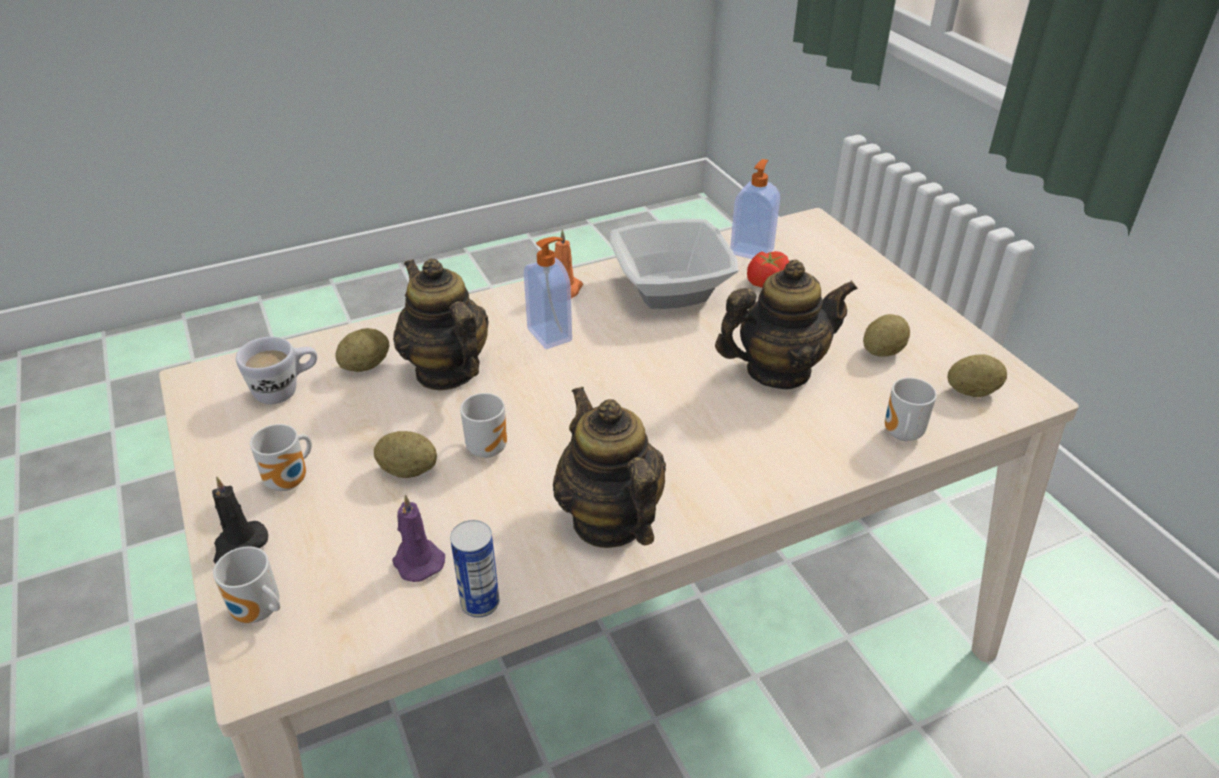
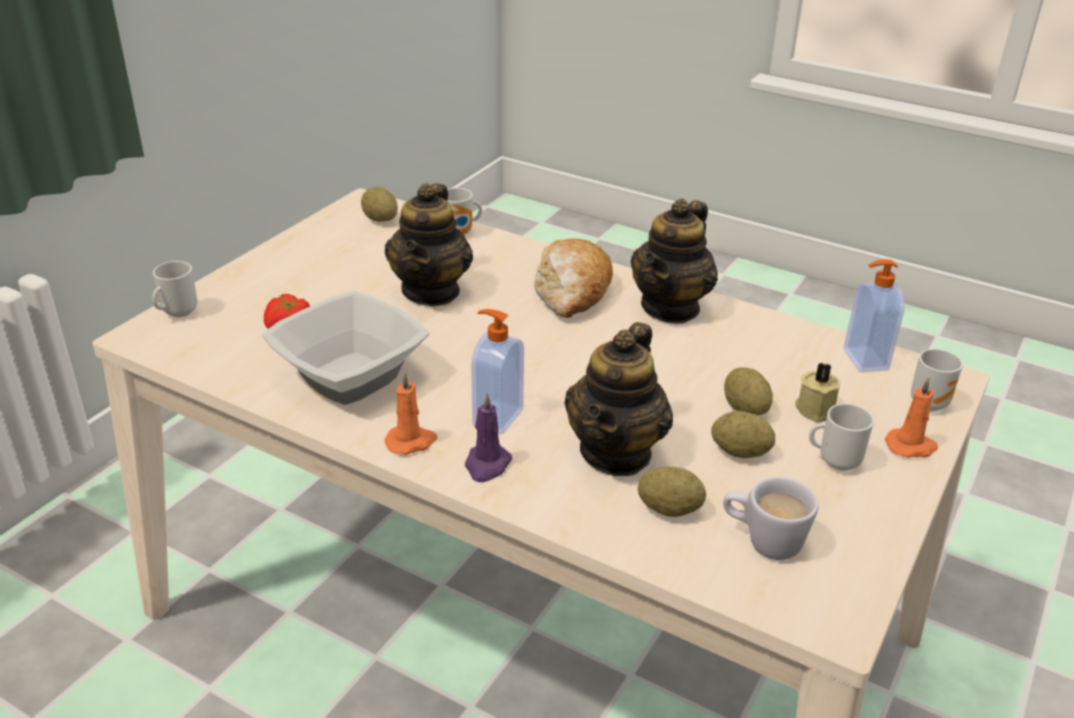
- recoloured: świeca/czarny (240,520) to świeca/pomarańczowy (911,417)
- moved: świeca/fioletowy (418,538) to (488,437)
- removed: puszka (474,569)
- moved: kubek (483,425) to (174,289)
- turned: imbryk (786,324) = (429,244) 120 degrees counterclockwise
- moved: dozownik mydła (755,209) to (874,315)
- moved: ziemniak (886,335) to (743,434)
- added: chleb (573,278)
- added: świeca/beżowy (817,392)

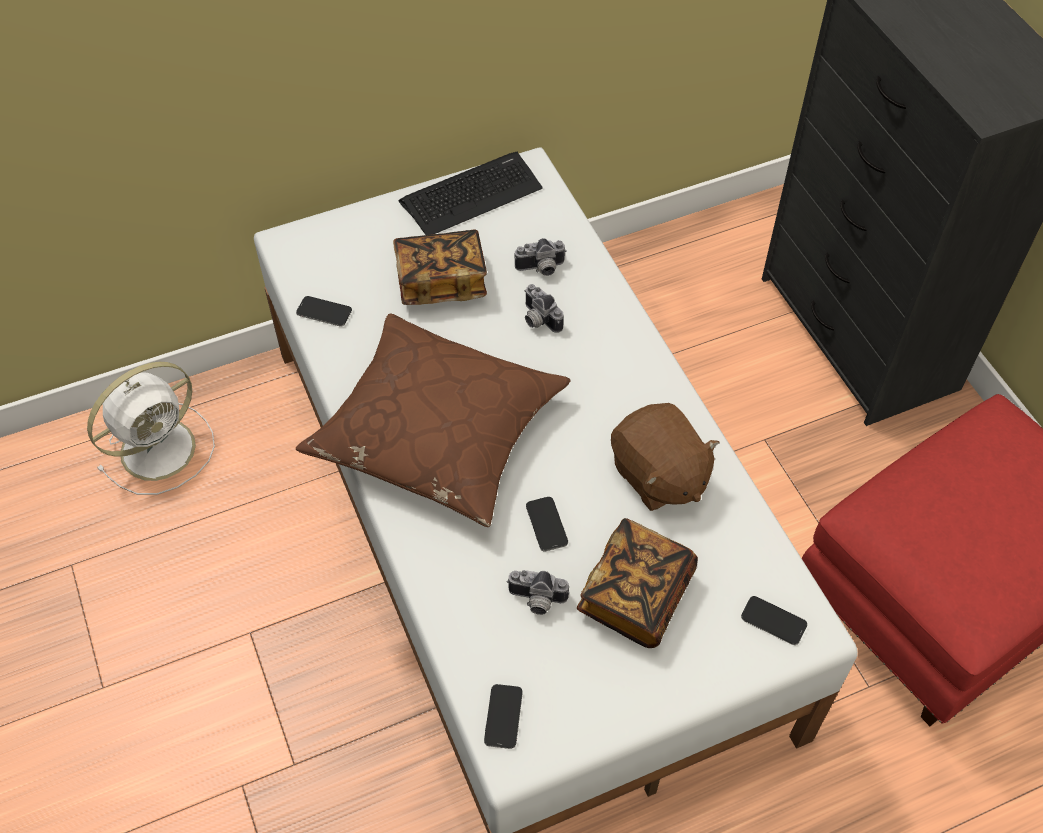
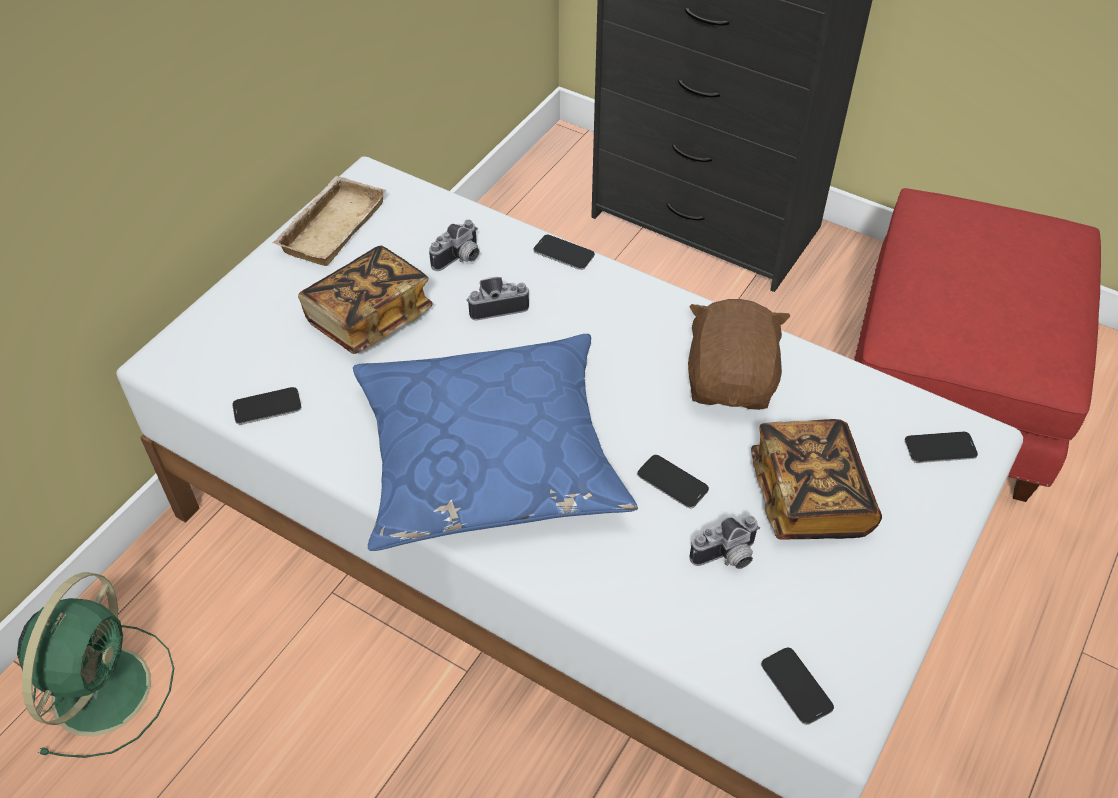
- recoloured: wentylator/biały (151,428) to wentylator/zielony (95,665)
- recoloured: poduszka/brązowy (433,420) to poduszka/niebieski (495,442)
- replaced: klawiatura (471,193) to taca/beżowy (330,221)
- turned: aparat fotograficzny (544,308) = (497,299) 150 degrees clockwise
- turned: pluszak/brązowy (665,457) = (739,354) 105 degrees counterclockwise
- added: telefon (564,252)

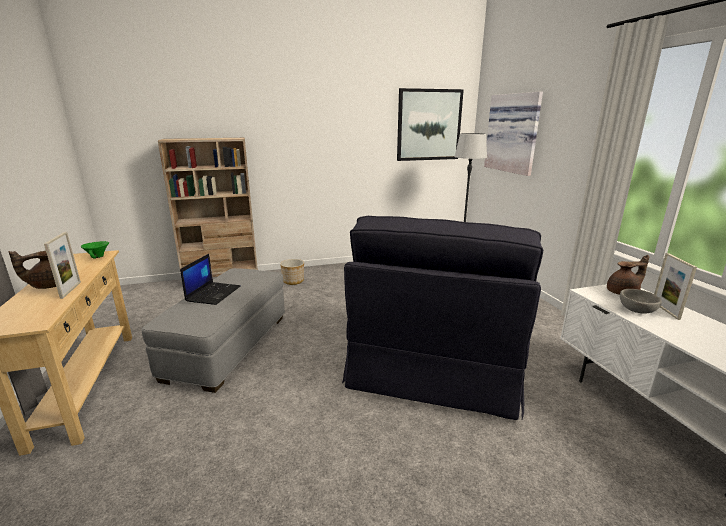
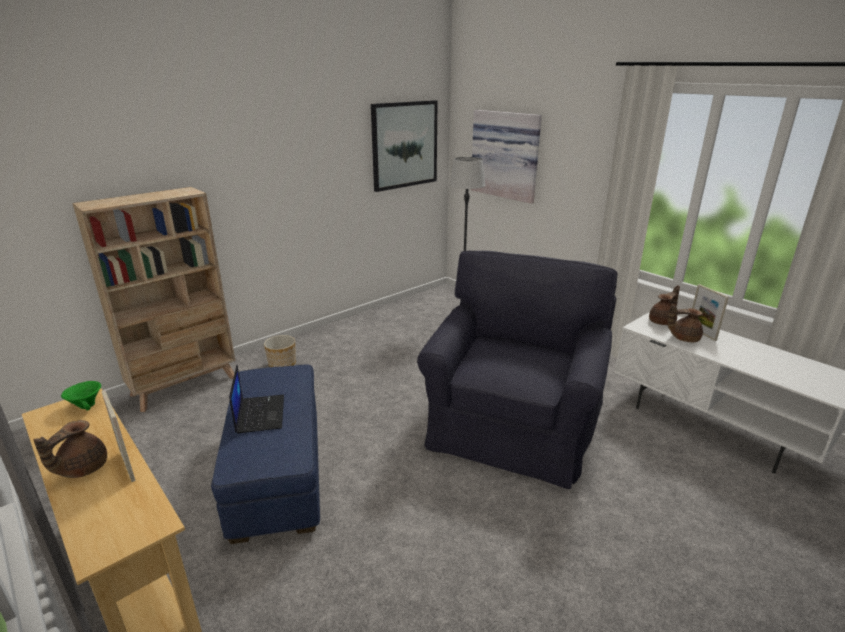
- recoloured: pufa/szary (213,330) to pufa/niebieski (265,454)
- turned: fotel/czarny (443,318) = (517,370) 150 degrees counterclockwise
- replaced: miska/szary (641,301) to imbryk/brązowy (685,323)

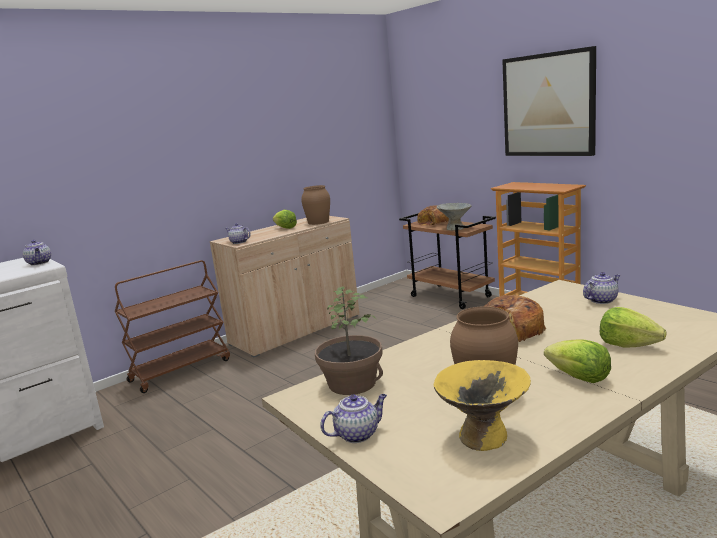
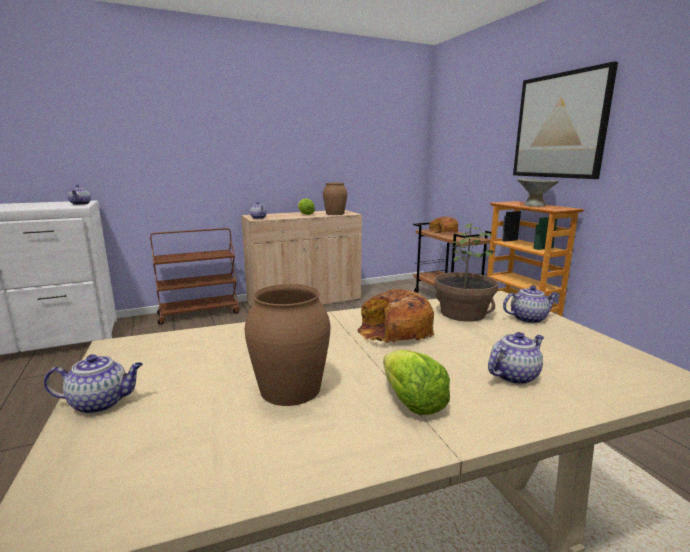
- moved: roślina doniczkowa (349,340) to (467,272)
- removed: miska/żółty (482,405)
- moved: miska/szary (454,216) to (538,192)
- replaced: sałata (633,327) to imbryk (516,358)

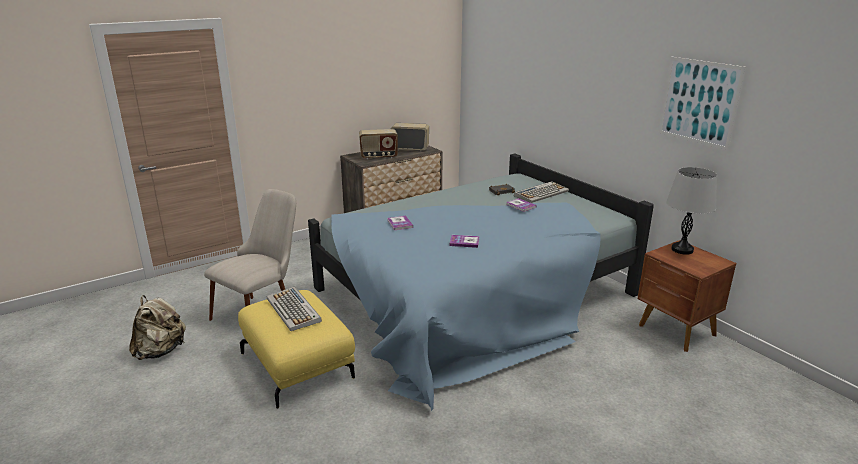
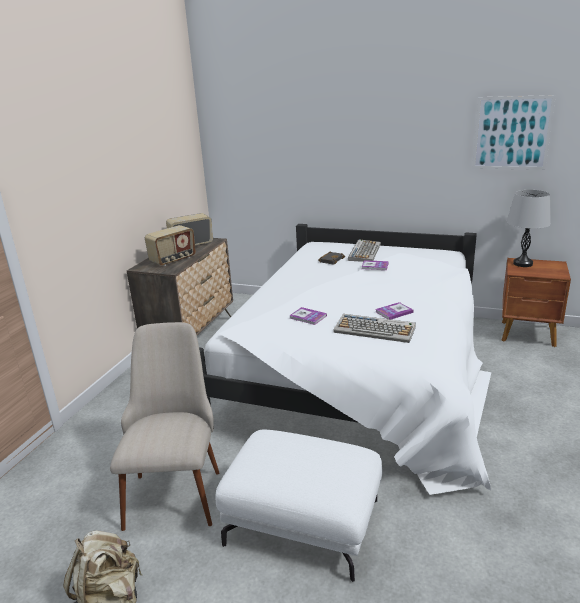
- recoloured: pufa/żółty (296,349) to pufa/biały (298,506)
- moved: klawiatura (294,309) to (375,328)
- recoloured: łóżko/niebieski (481,282) to łóżko/biały (345,359)

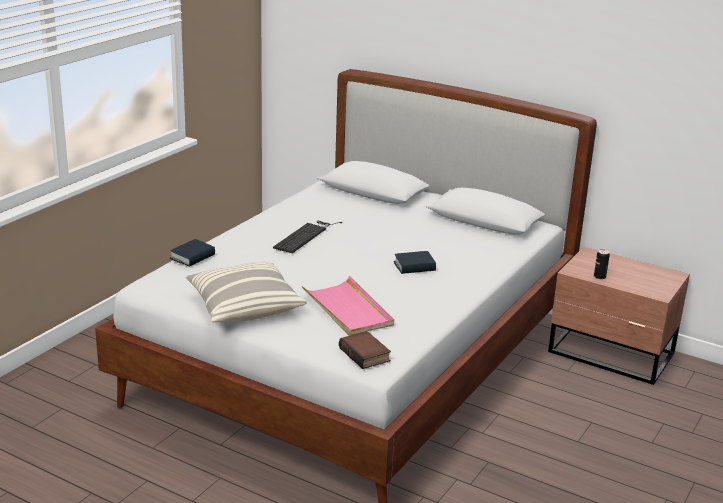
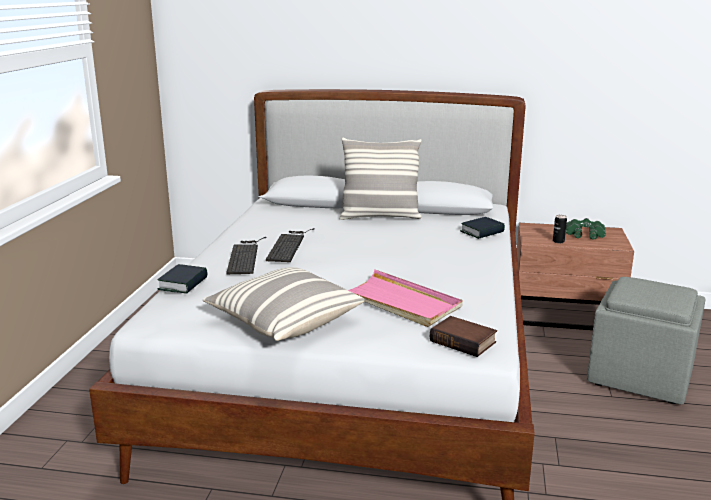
- moved: książka (415,262) to (482,228)
- added: klawiatura (247,255)
- added: poduszka (380,179)
- added: lornetka/zielony (586,229)
- added: pufa/szary (646,340)

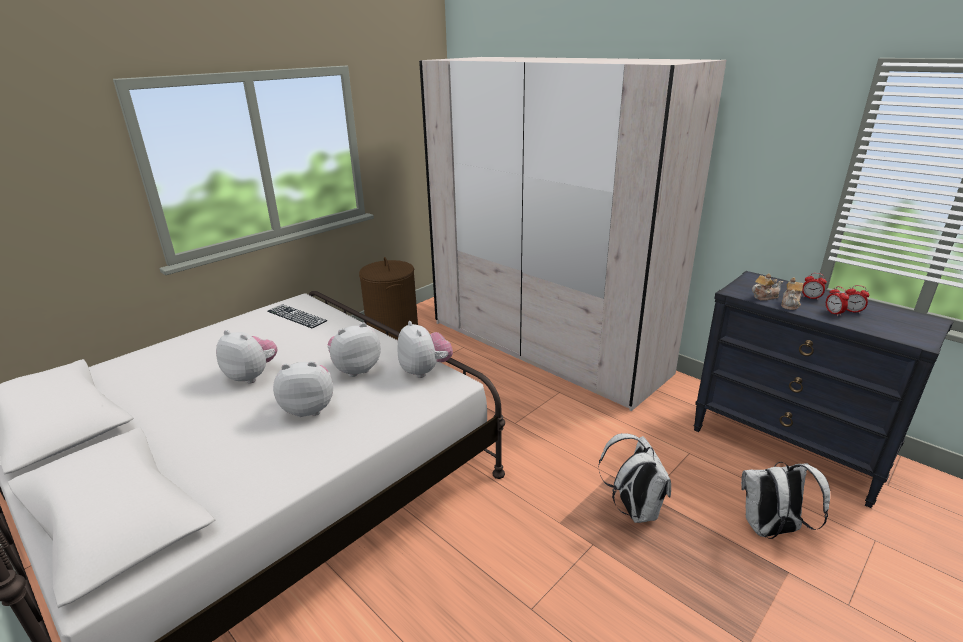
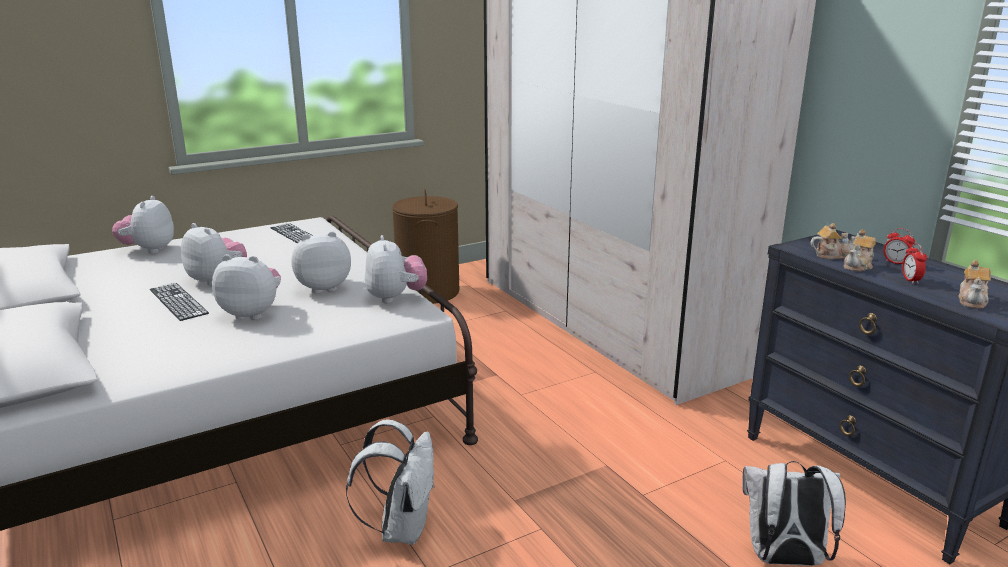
- moved: plecak/biały (634,478) to (390,482)
- removed: budzik (858,299)
- added: pluszak (143,225)
- added: klawiatura (179,302)
- added: imbryk (974,284)

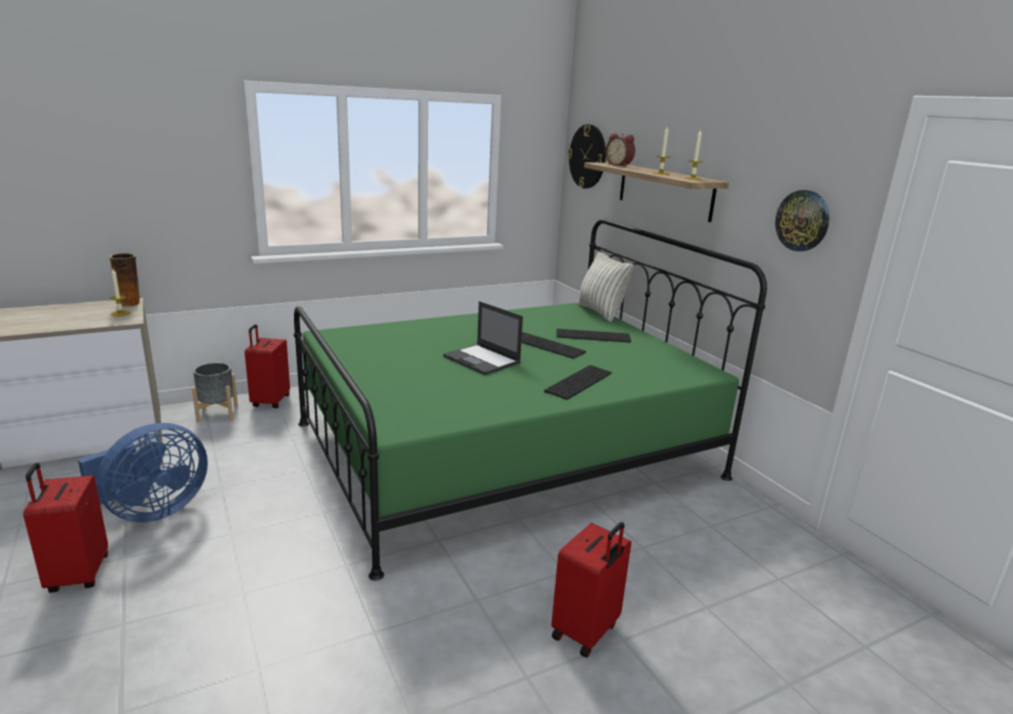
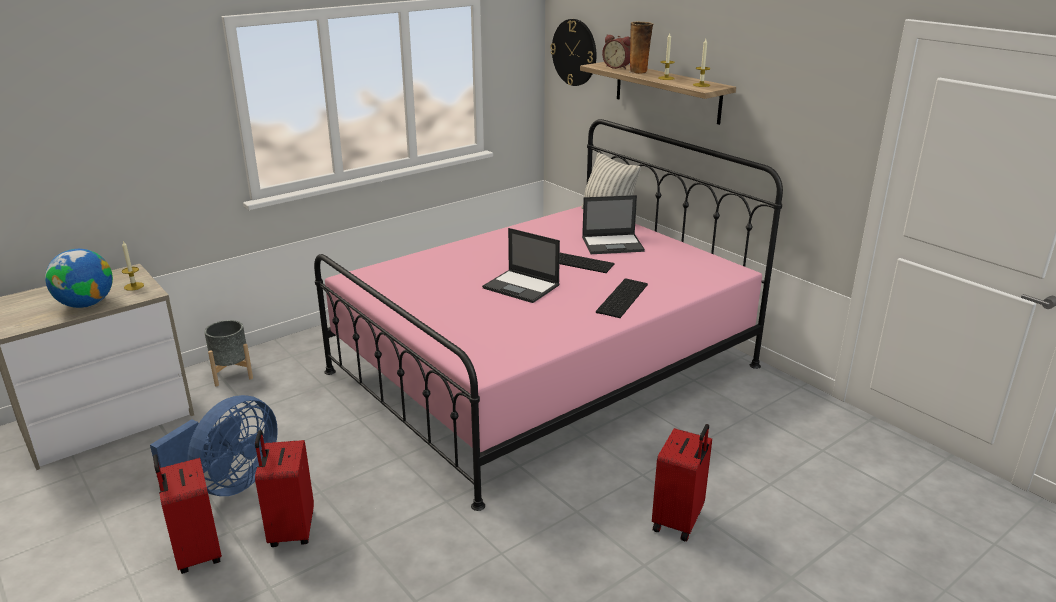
- moved: wazon (125,280) to (641,48)
- moved: walizka/czerwony (267,366) to (284,488)
- recoloured: łóżko/zielony (530,400) to łóżko/różowy (548,315)
- replaced: klawiatura (593,336) to laptop (613,224)
- removed: zegar ścienny (802,220)
- added: globus (79,278)

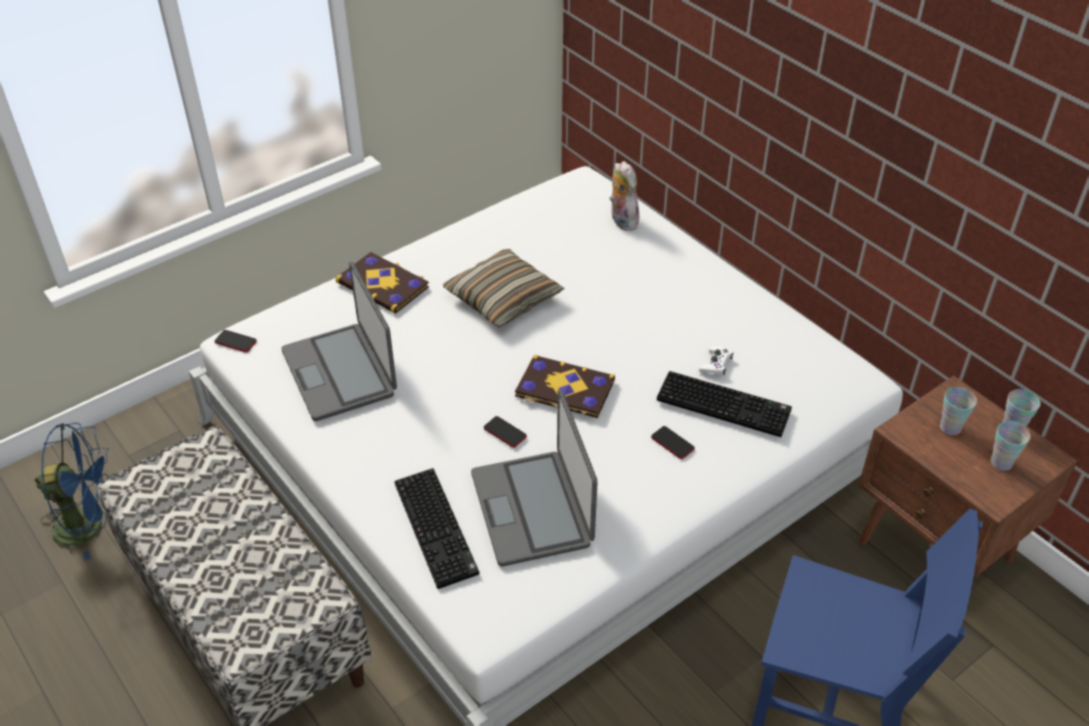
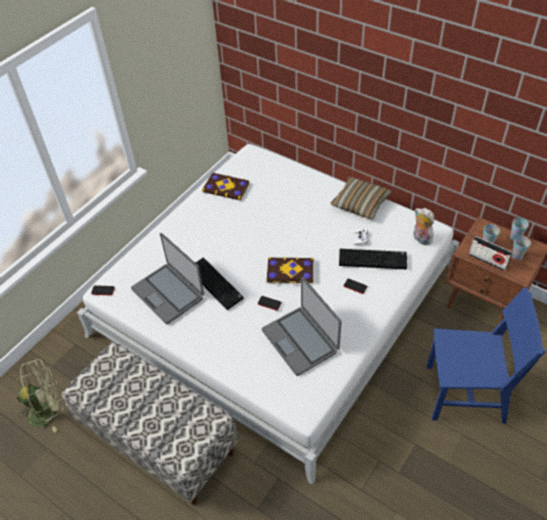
- recoloured: wentylator/niebieski (74,492) to wentylator/zielony (39,395)
- moved: książka (382,283) to (226,187)
- moved: klawiatura (436,528) to (219,283)
- moved: poduszka (503,288) to (360,198)
- moved: pluszak (625,196) to (423,227)
- added: radio (491,253)

